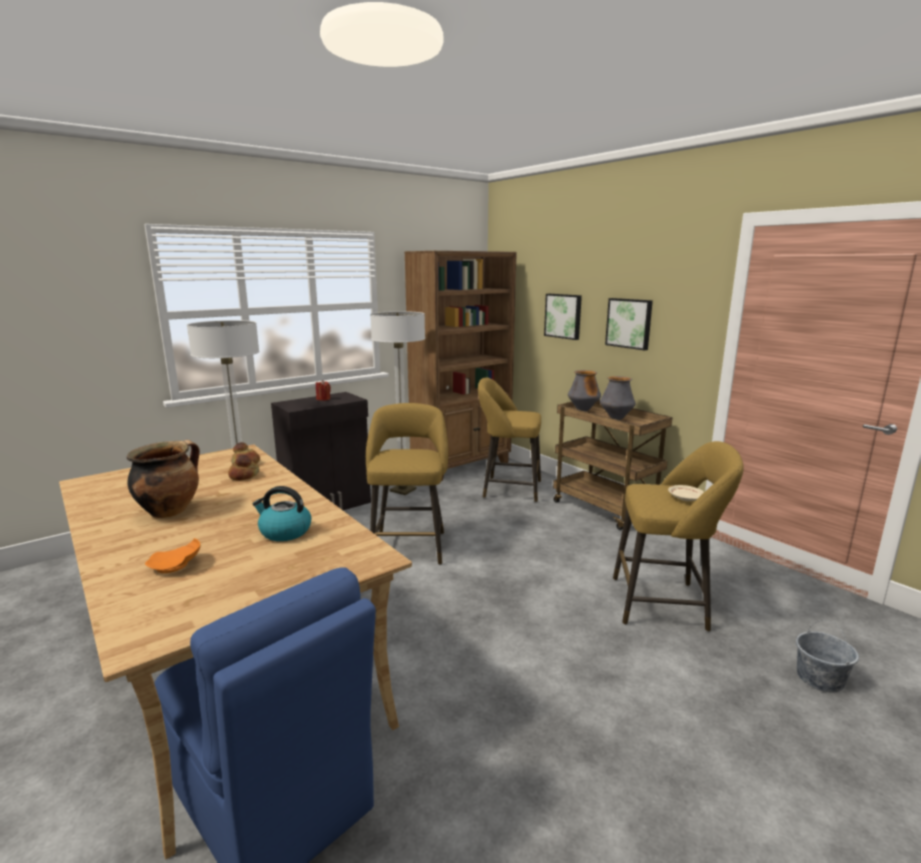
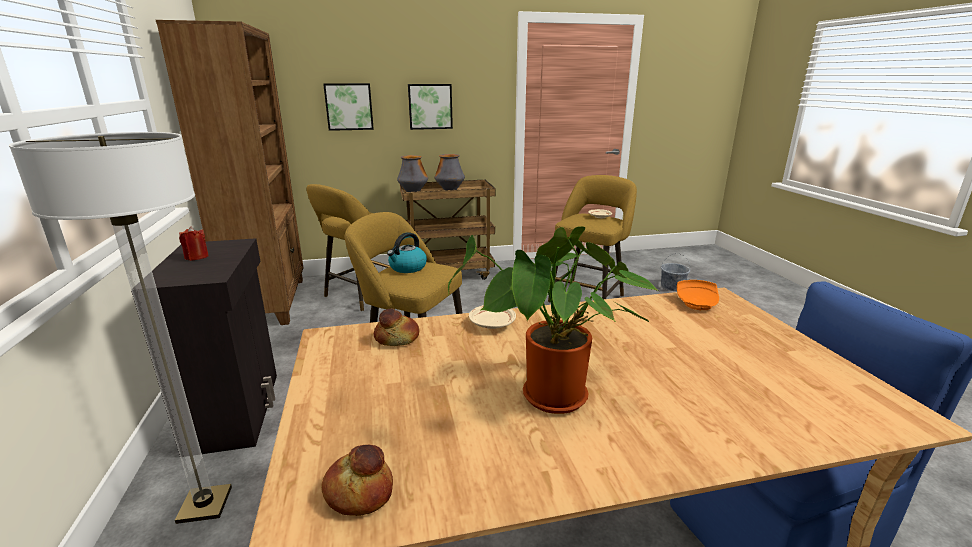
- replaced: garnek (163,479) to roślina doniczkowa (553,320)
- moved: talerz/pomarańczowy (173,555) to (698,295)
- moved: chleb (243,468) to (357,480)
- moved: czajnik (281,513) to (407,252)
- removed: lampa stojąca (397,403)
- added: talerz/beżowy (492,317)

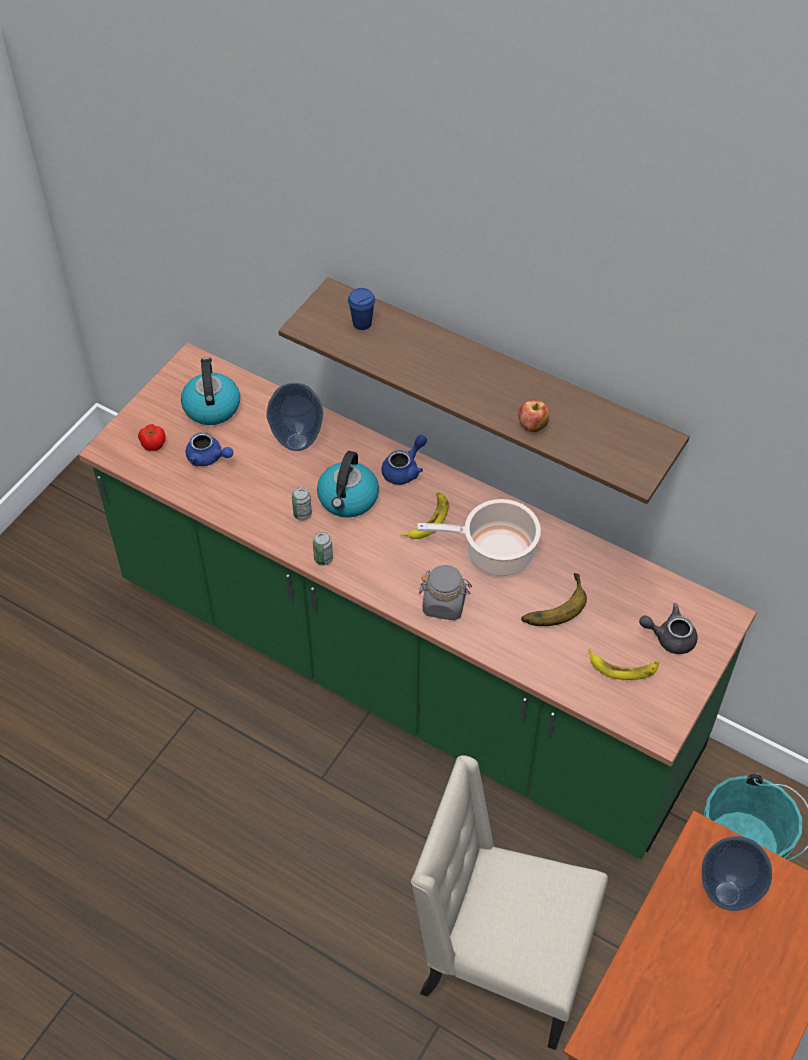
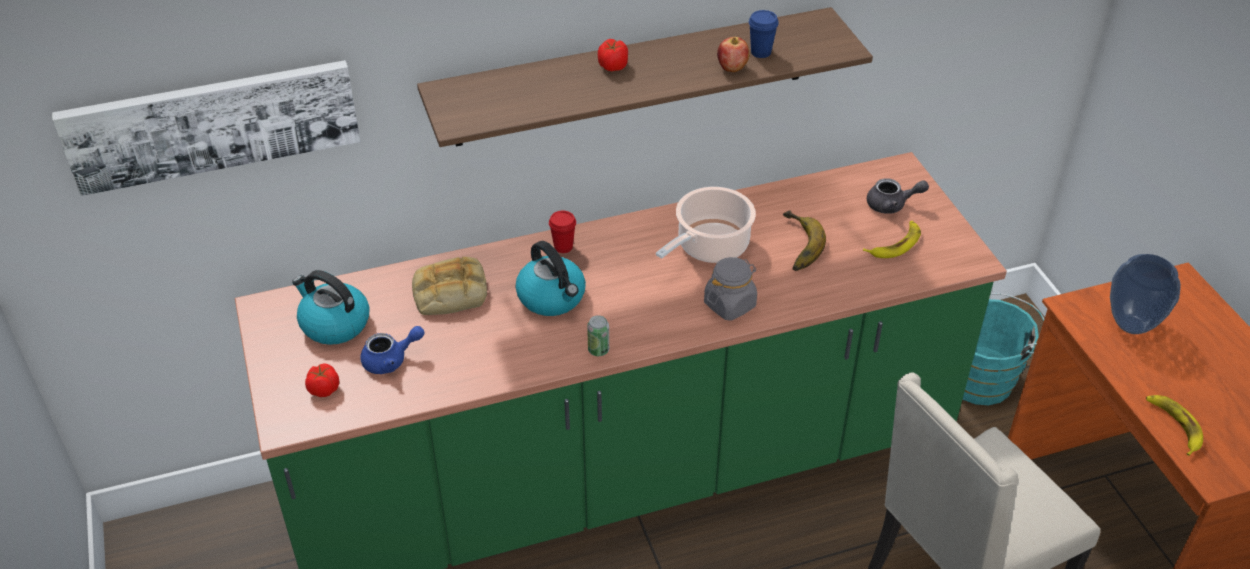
- replaced: wazon (294,417) to chleb (449,286)
- removed: puszka (302,504)
- moved: filiżanka/niebieski (361,309) to (764,34)
- replaced: imbryk/niebieski (404,460) to filiżanka/czerwony (562,232)
- moved: banan (425,515) to (1174,425)
- turned: imbryk/szary (668,628) = (898,196) 135 degrees counterclockwise
- added: obraz (206,128)
- added: pomidor (613,55)

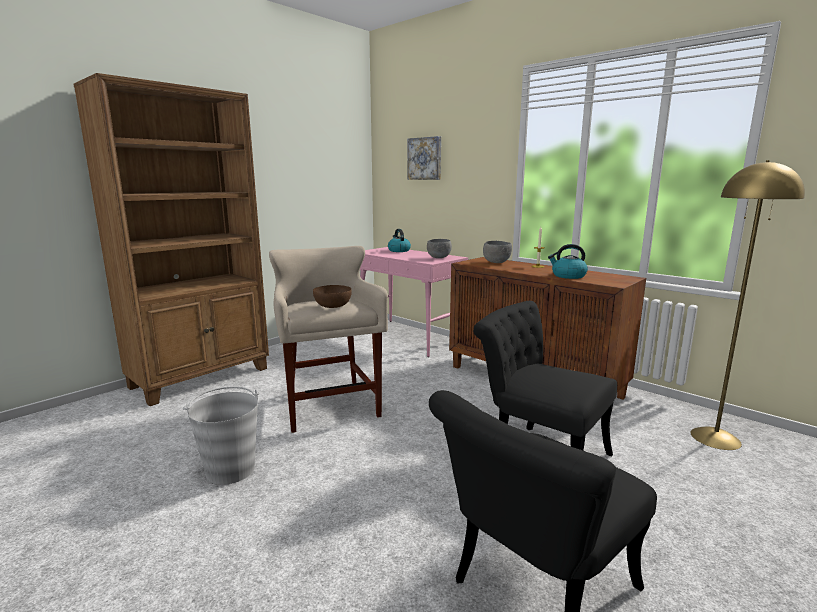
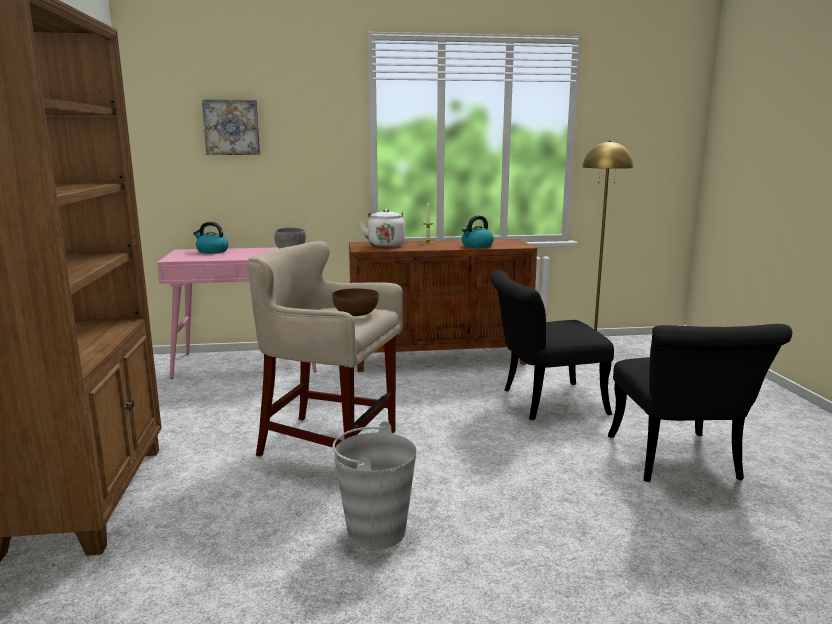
- replaced: miska/szary (497,252) to czajnik/biały (382,228)

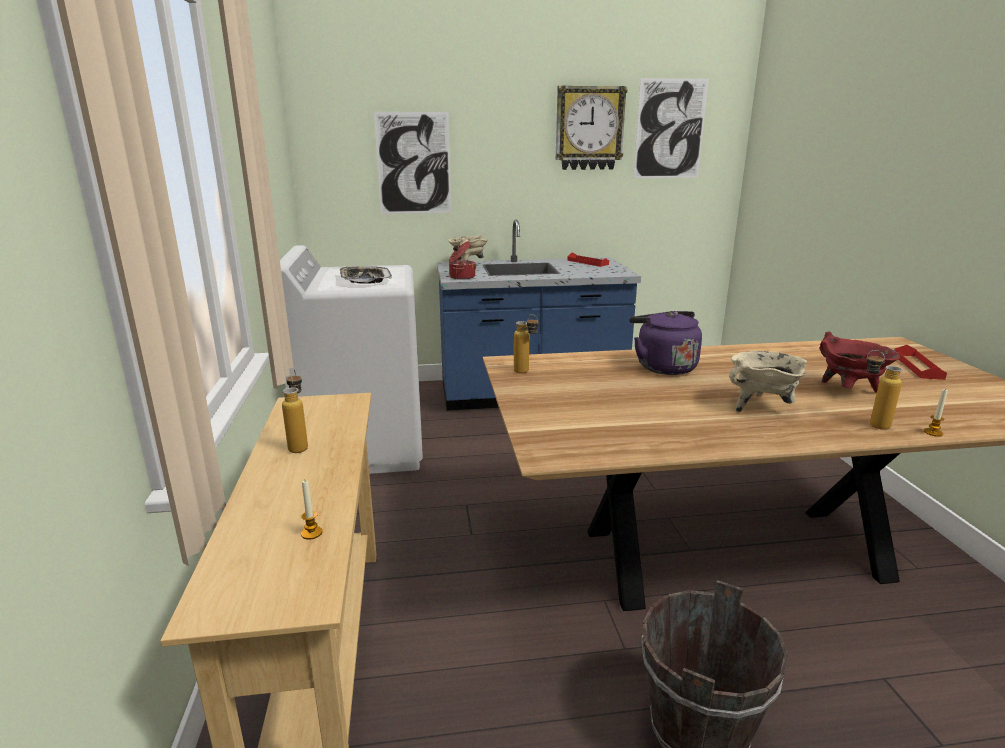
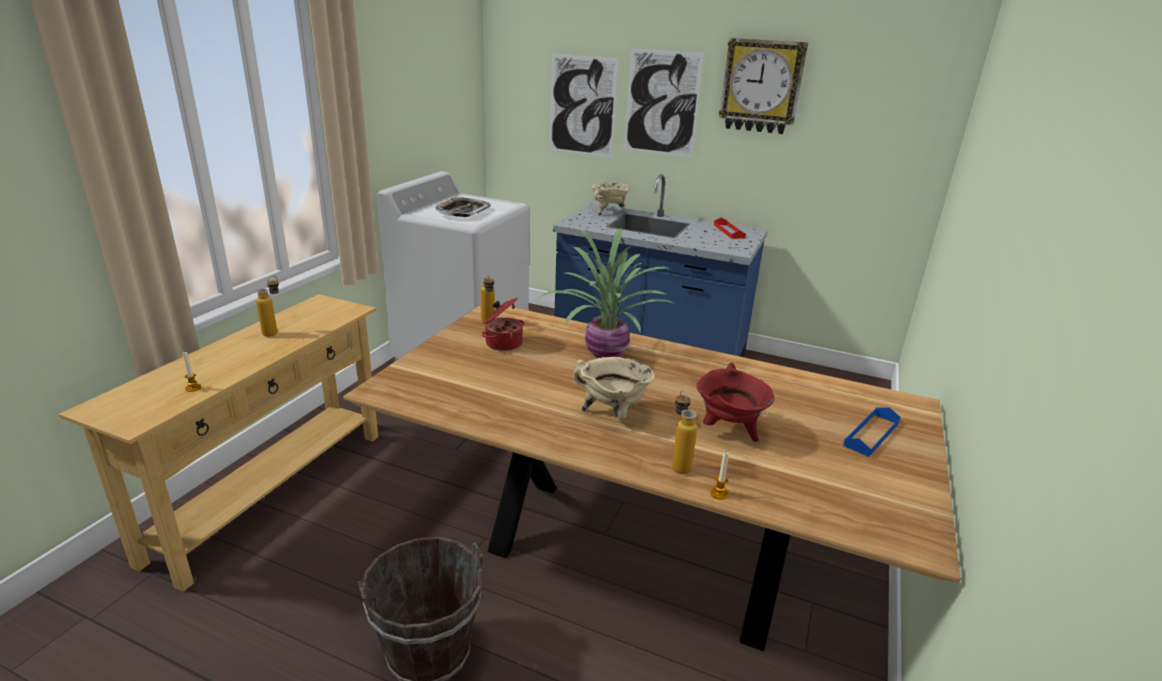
- moved: garnek (462,260) to (503,324)
- replaced: czajnik/fioletowy (665,343) to roślina doniczkowa (606,293)
- moved: obraz (671,128) to (664,102)
- recoloured: taca/czerwony (920,362) to taca/niebieski (871,432)

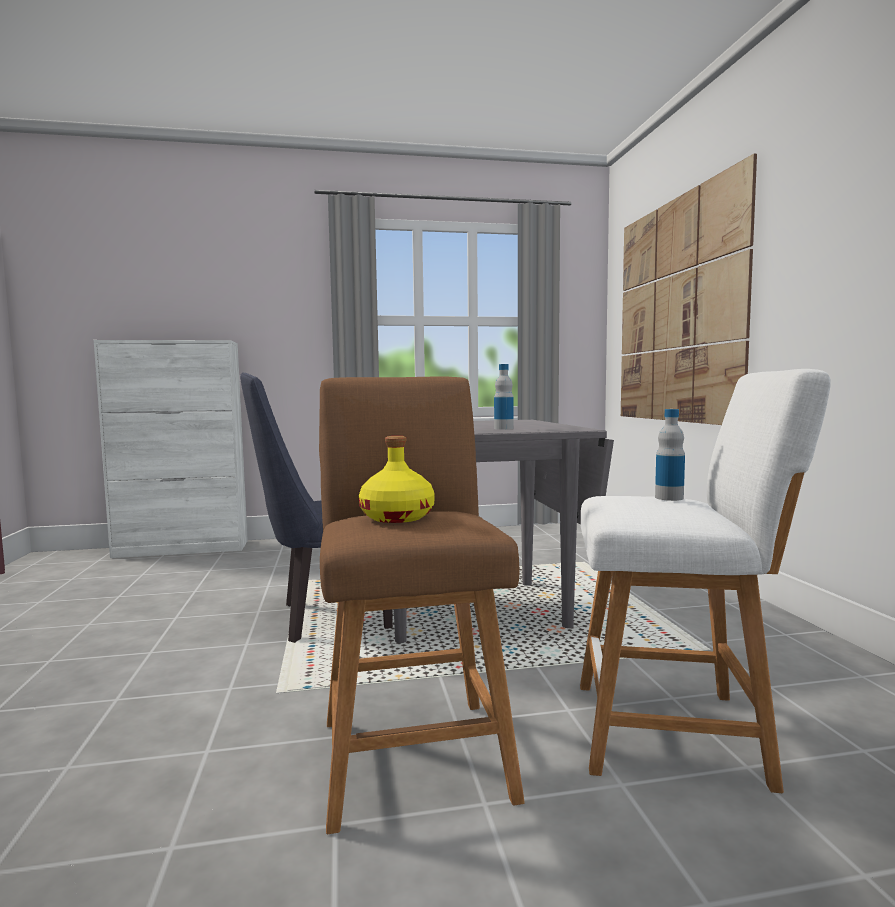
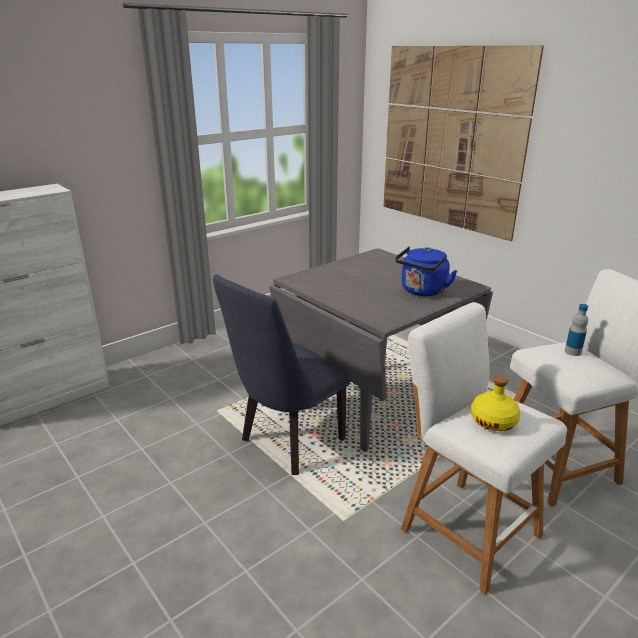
- recoloured: stołek/brązowy (422,605) to stołek/biały (484,448)
- replaced: butelka (504,397) to czajnik/niebieski (426,271)

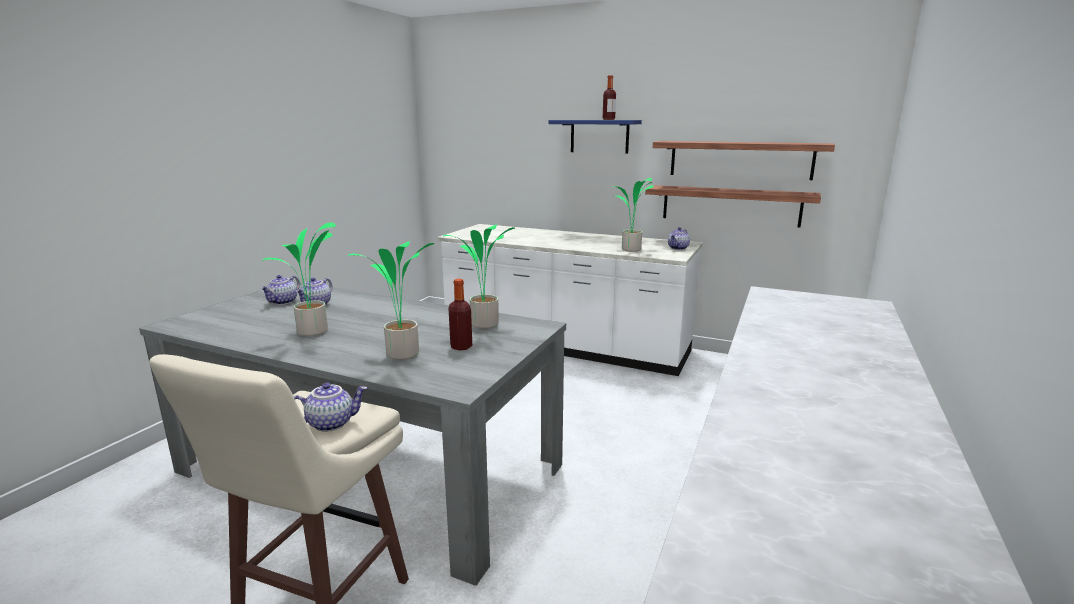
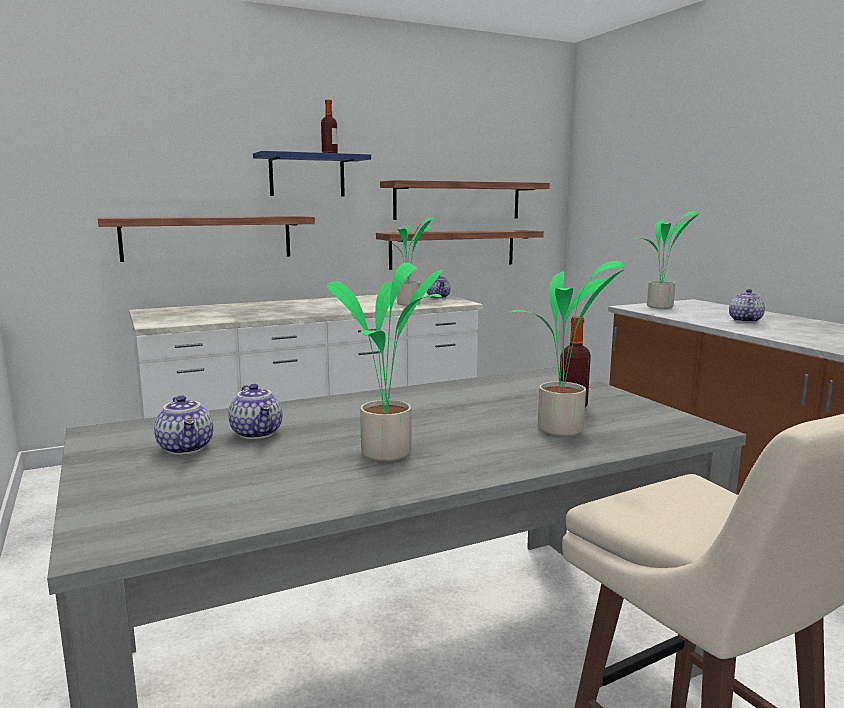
- moved: imbryk (330,407) to (747,306)
- moved: roślina doniczkowa (479,276) to (667,260)
- added: półka (206,239)

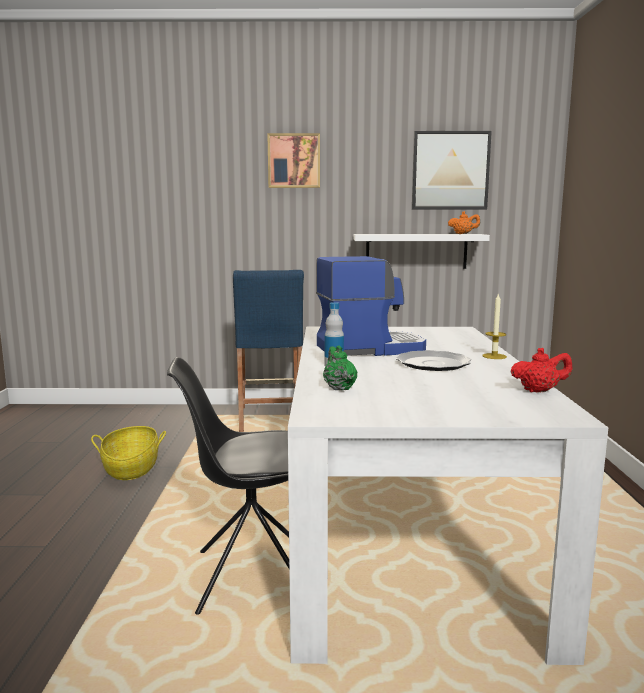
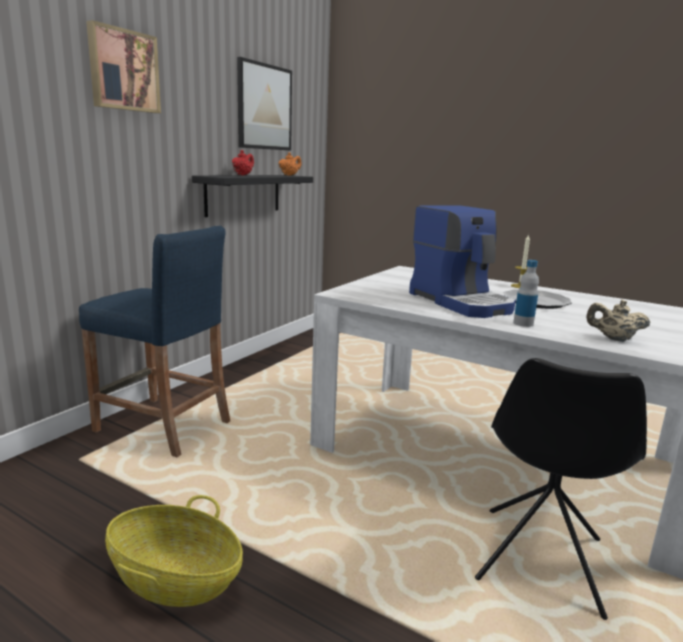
- turned: ekspres do kawy (371,306) = (462,261) 135 degrees clockwise
- recoloured: imbryk/zielony (340,368) to imbryk/beżowy (618,321)
- recoloured: półka/biały (421,251) to półka/czarny (252,196)
- moved: imbryk/czerwony (541,370) to (243,163)

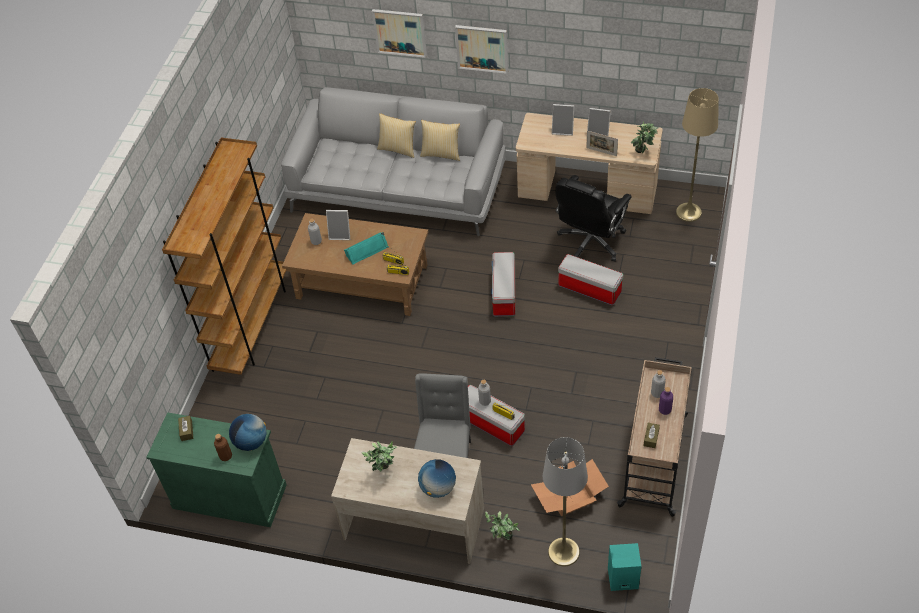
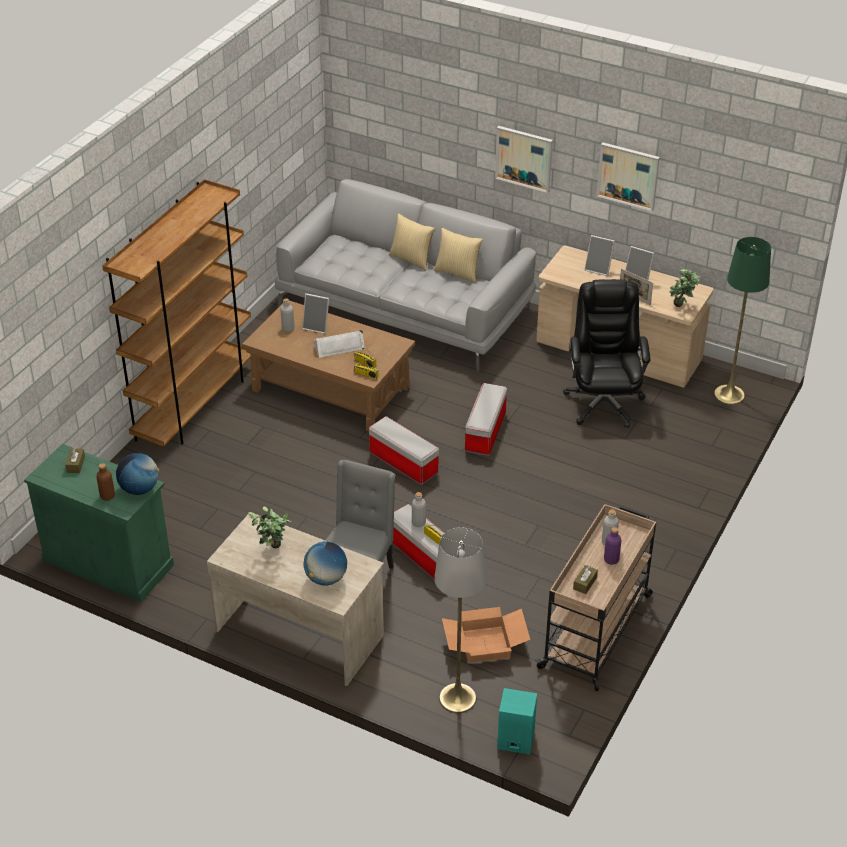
- recoloured: głośnik/turkusowy (366,248) to głośnik/biały (339,344)
- moved: obraz (399,33) to (628,176)
- removed: roślina doniczkowa (502,525)
- turned: krzesło biurowe/czarny (594,218) = (607,353) 135 degrees clockwise
- moved: pojemnik do przechowywania (590,280) to (404,450)
- recoloured: lampa stojąca/beżowy (697,155) to lampa stojąca/zielony (742,321)

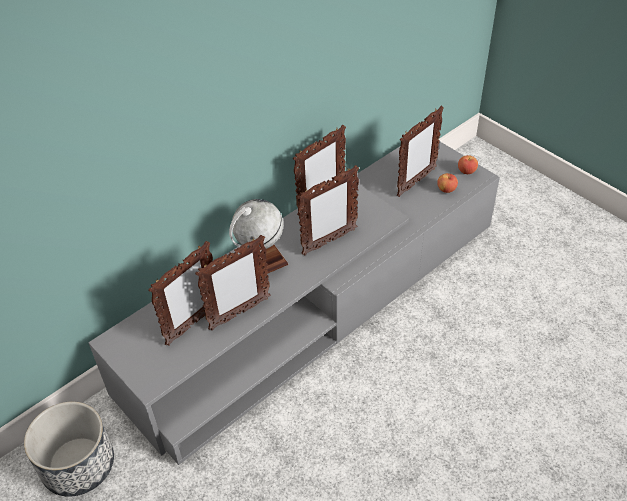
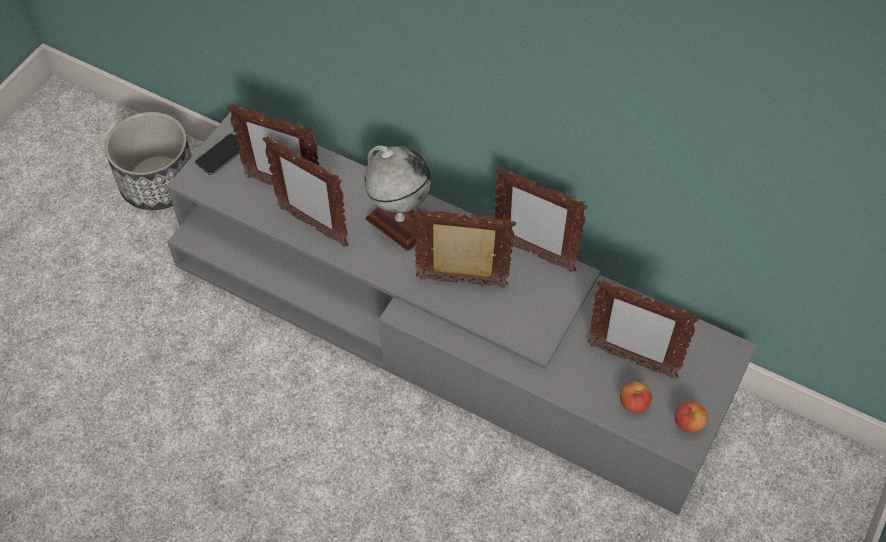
- turned: ramka na zdjęcie (328,210) = (464,248) 150 degrees clockwise
- added: telefon (219,154)

